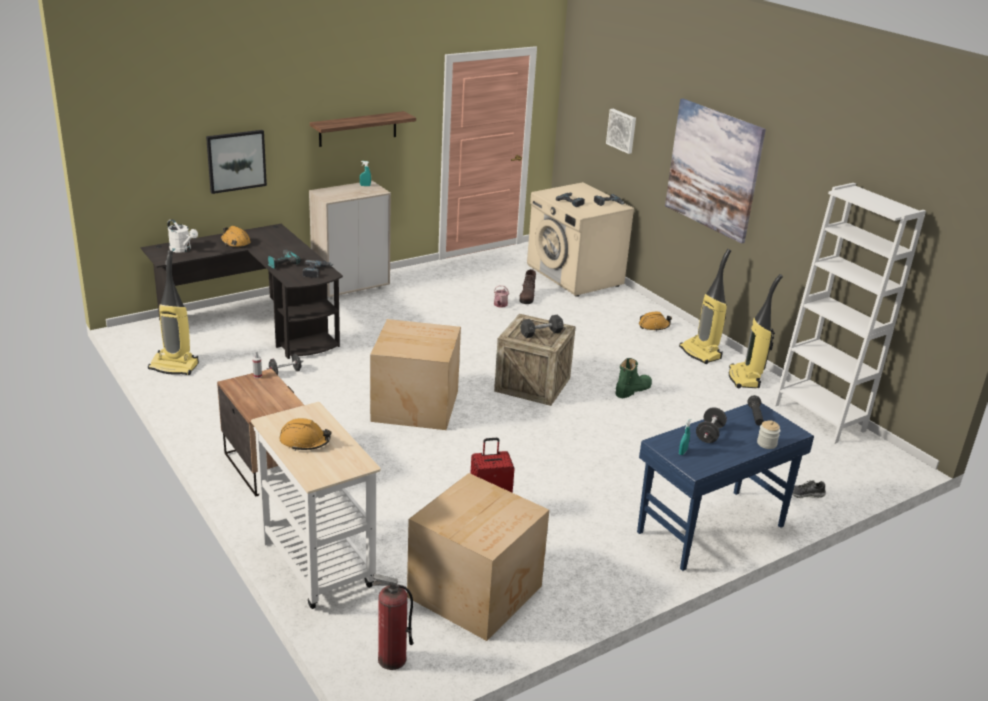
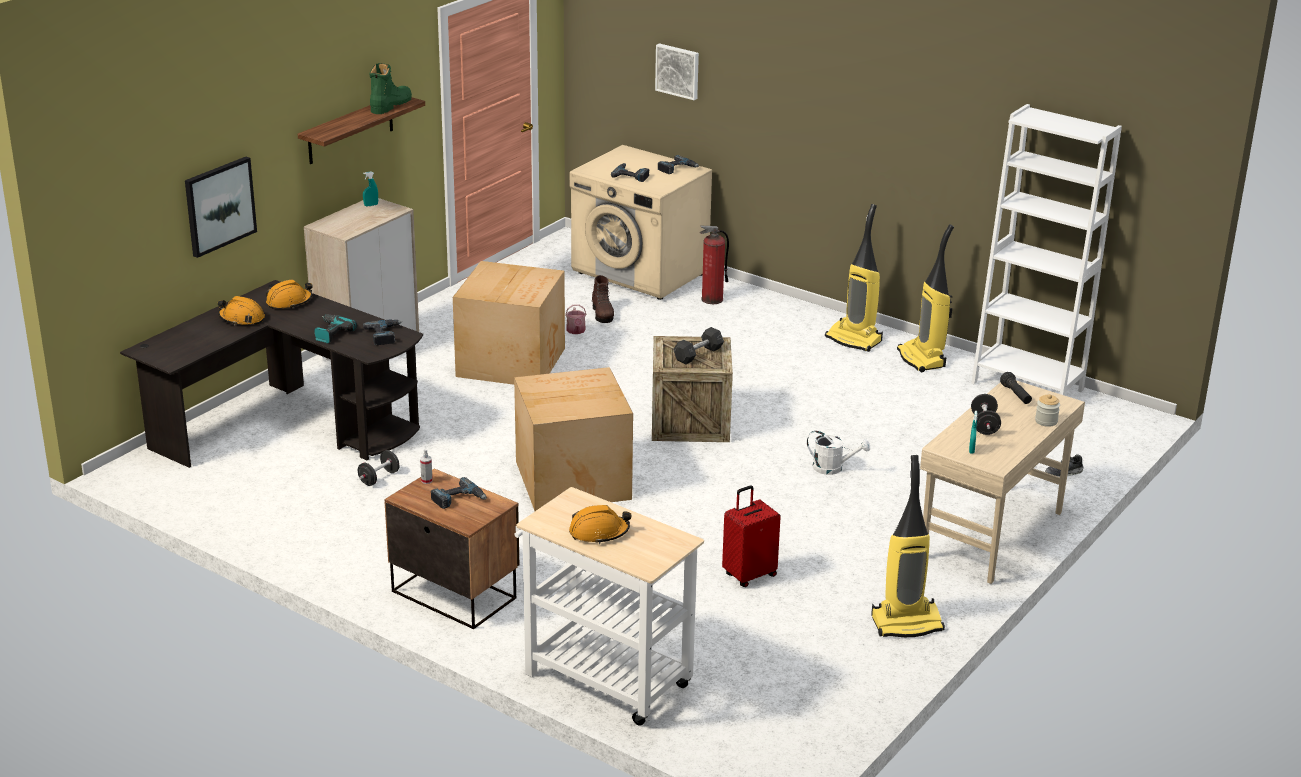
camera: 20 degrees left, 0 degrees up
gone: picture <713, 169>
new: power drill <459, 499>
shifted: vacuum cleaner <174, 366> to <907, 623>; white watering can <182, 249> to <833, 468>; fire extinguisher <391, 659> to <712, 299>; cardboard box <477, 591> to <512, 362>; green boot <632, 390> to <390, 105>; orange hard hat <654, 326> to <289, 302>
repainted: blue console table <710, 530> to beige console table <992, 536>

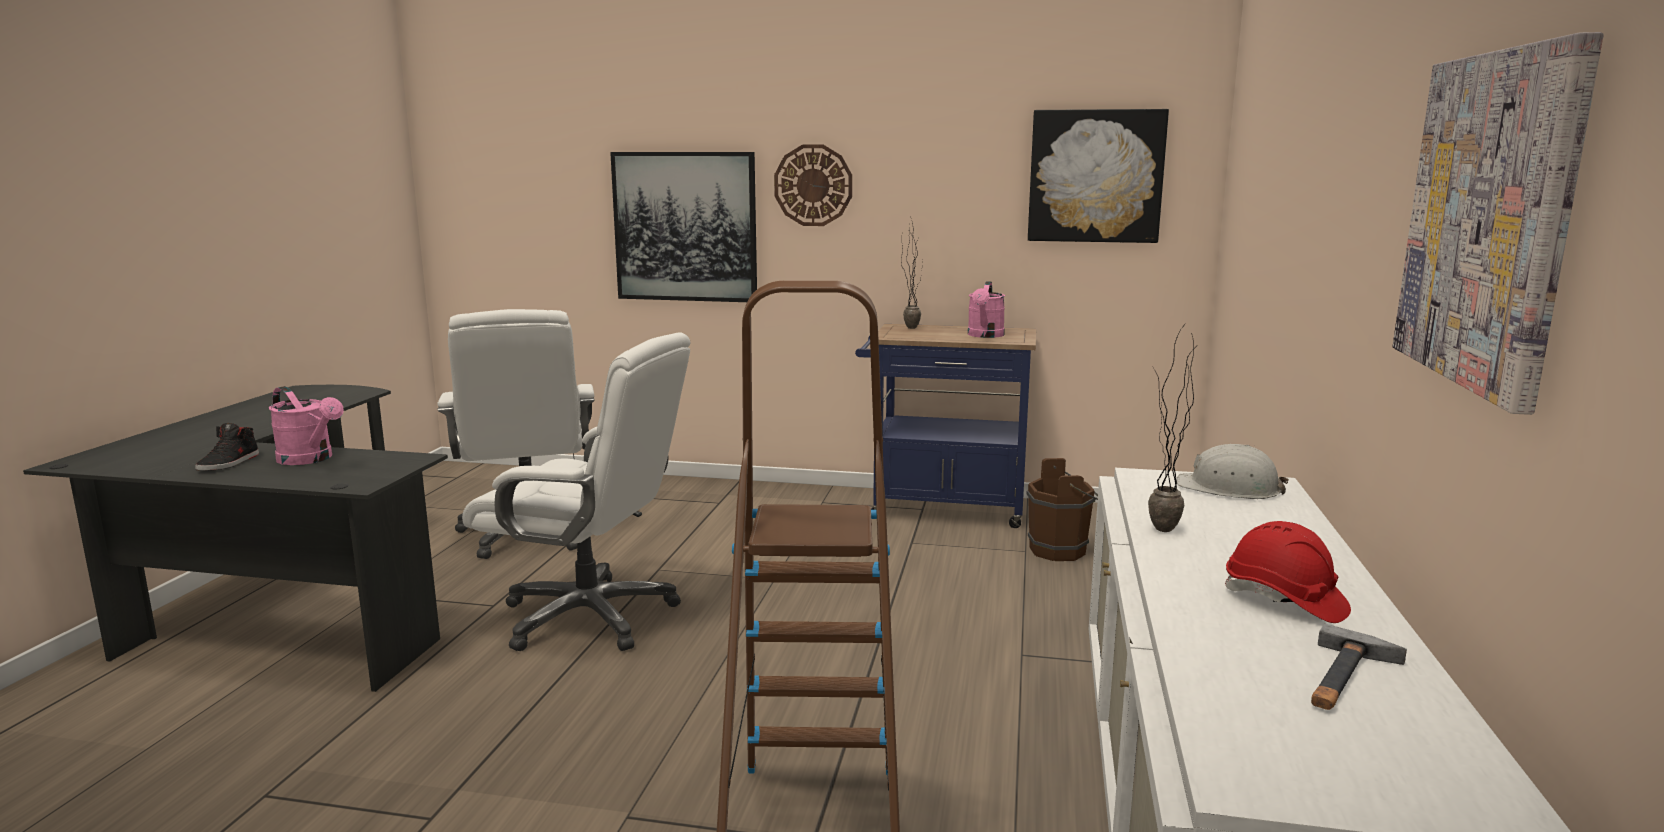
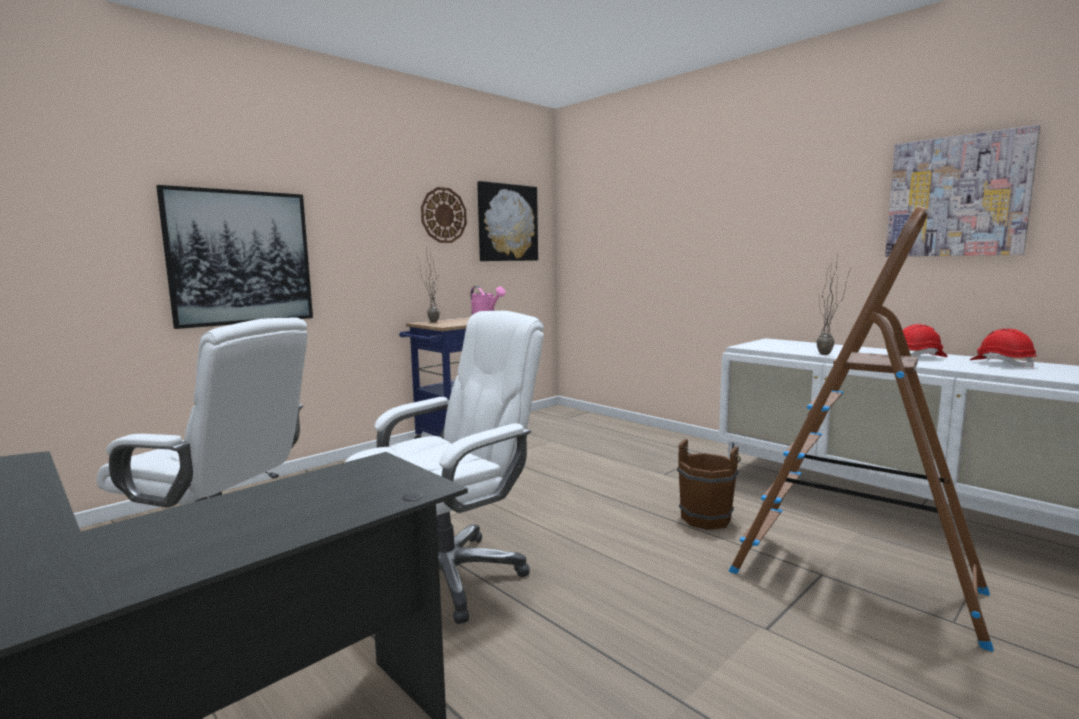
camera: 55 degrees left, 5 degrees down
gone: black shoe <229, 463>; pink watering can <310, 459>; white hard hat <1229, 488>
shifted: wall clock <813, 185> to <443, 215>; brown bucket <1062, 551> to <707, 517>
swapped: hammer <1345, 679> to red hard hat <1002, 364>

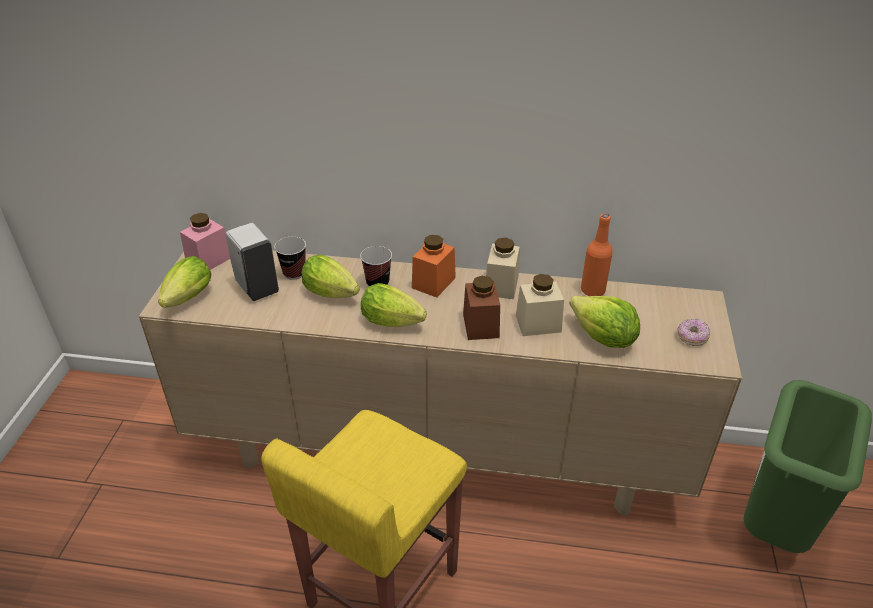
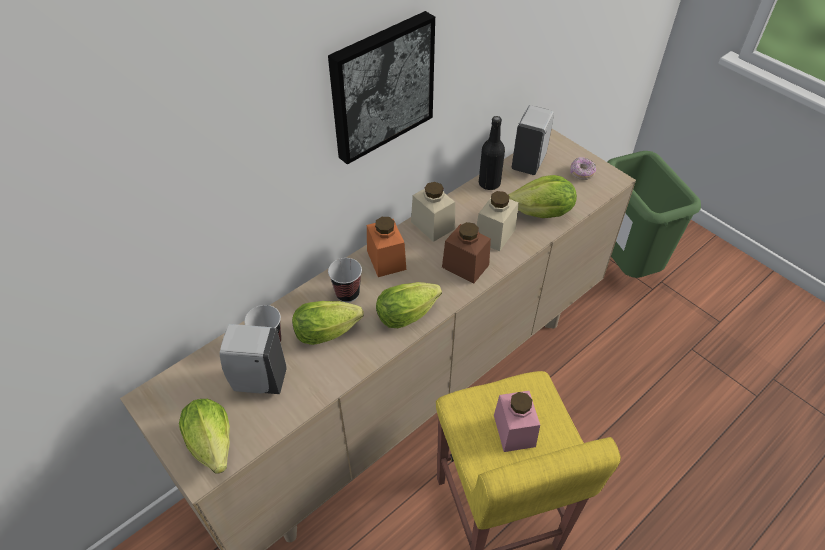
camera: 50 degrees left, 10 degrees up
new: picture <380, 86>; white soap dispenser <529, 162>
shifted: pink jar <209, 260> to <514, 430>
repainted: orange bottle <592, 290> to black bottle <489, 183>

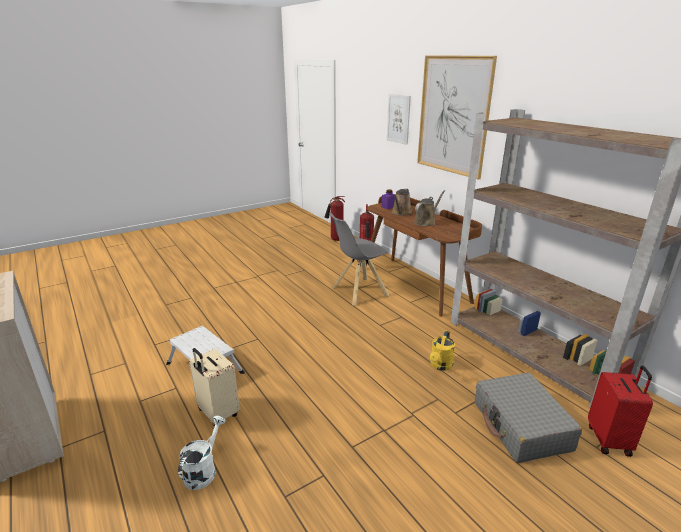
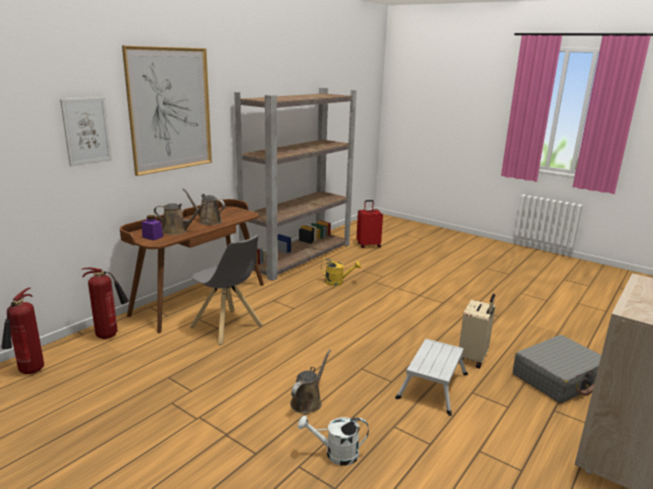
camera: 110 degrees left, 5 degrees down
new: brown watering can <308, 401>
shifted: white watering can <203, 470> to <335, 454>; grey suitcase <521, 426> to <558, 378>

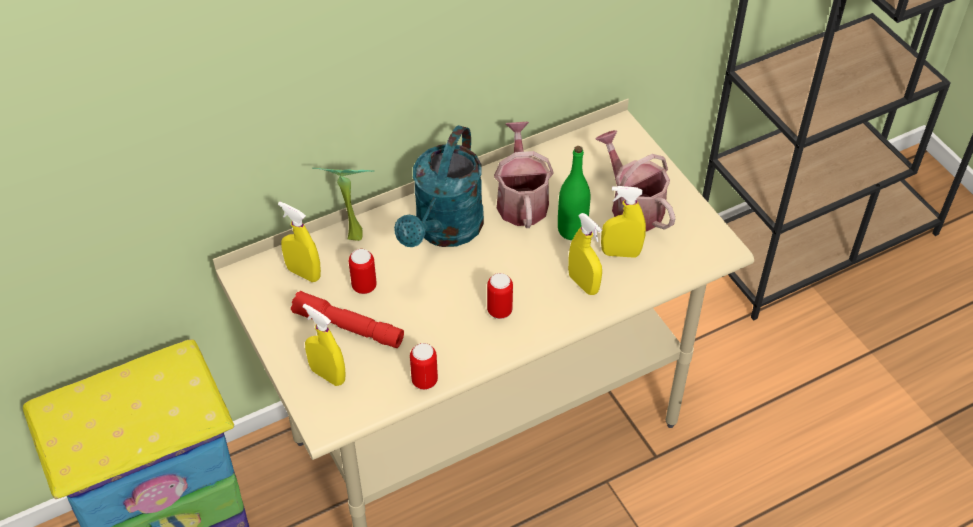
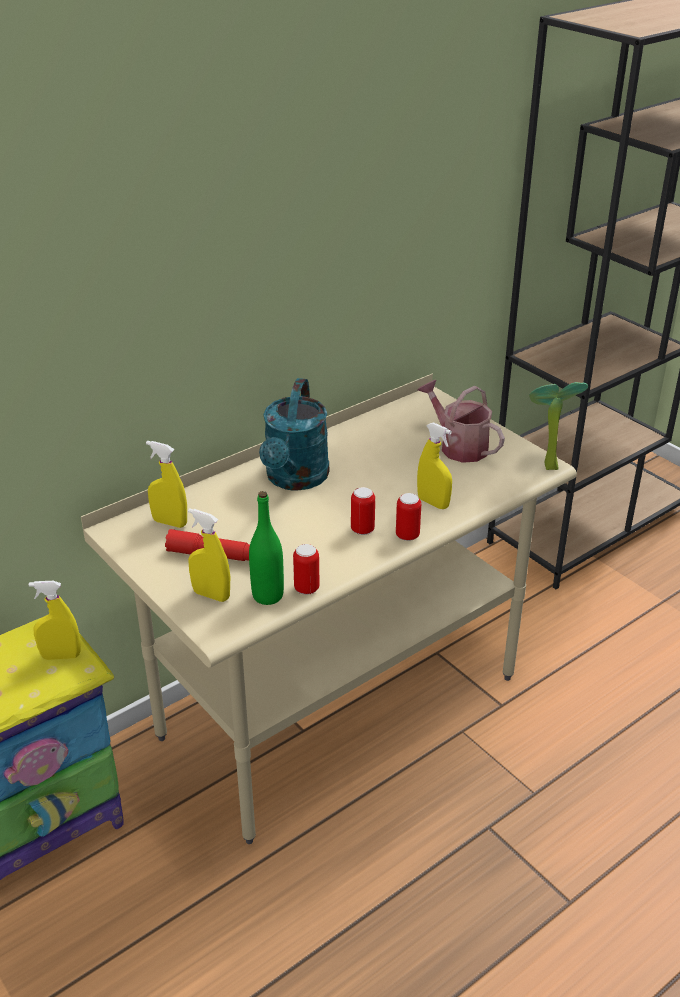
camera: 10 degrees left, 15 degrees down
gone: watering can <521, 199>
shifted: potted plant <352, 232> to <546, 465>; can <364, 286> to <407, 535>; green bottle <572, 230> to <268, 595>; yellow spray bottle <620, 253> to <61, 656>

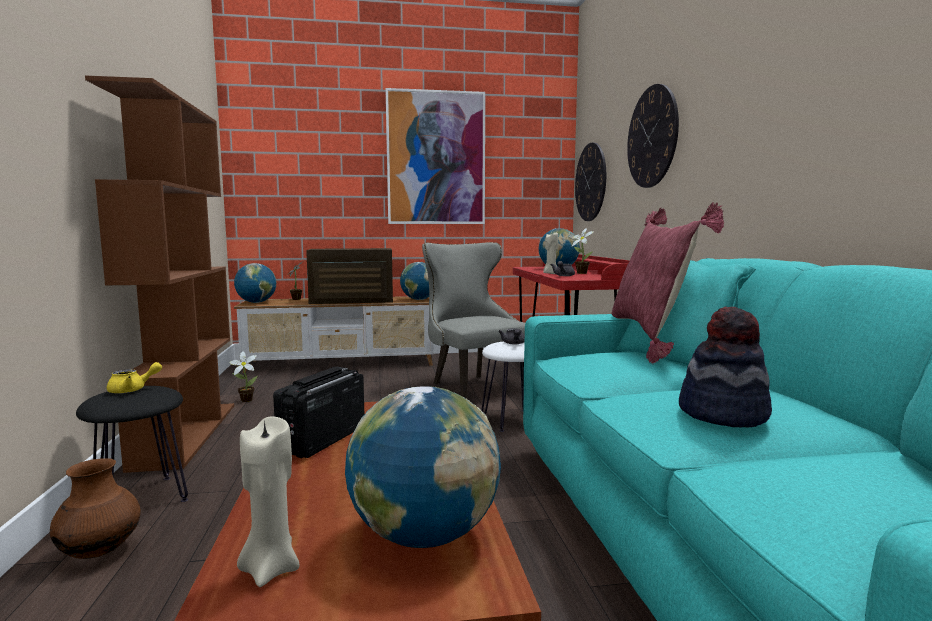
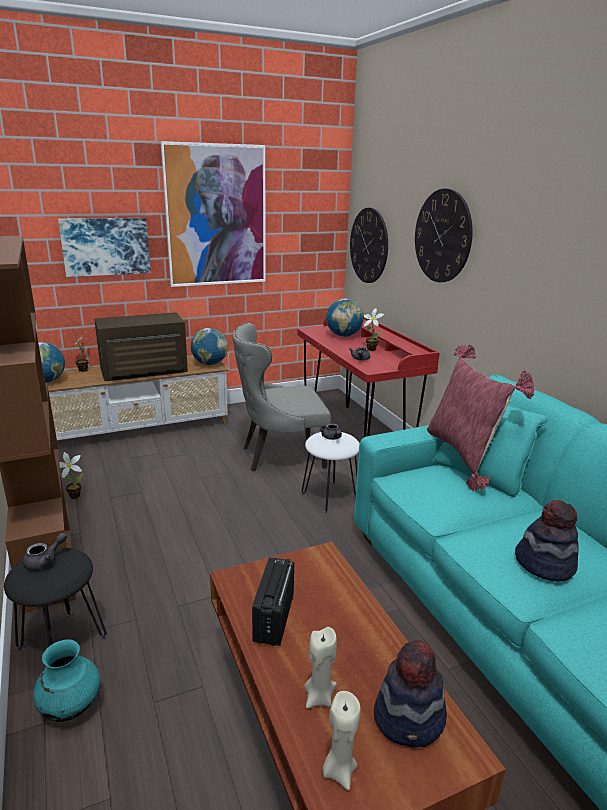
camera: 15 degrees left, 15 degrees up
new: picture <105, 246>
shifted: beige candle <550, 273> to <319, 697>
swapped: globe <424, 536> to hat <410, 718>
repainted: brown vase <100, 551> to turquoise vase <71, 707>; yellow teapot <132, 390> to grey teapot <45, 561>
rotated: grey chair <474, 388> = <279, 455> 60 degrees counterclockwise

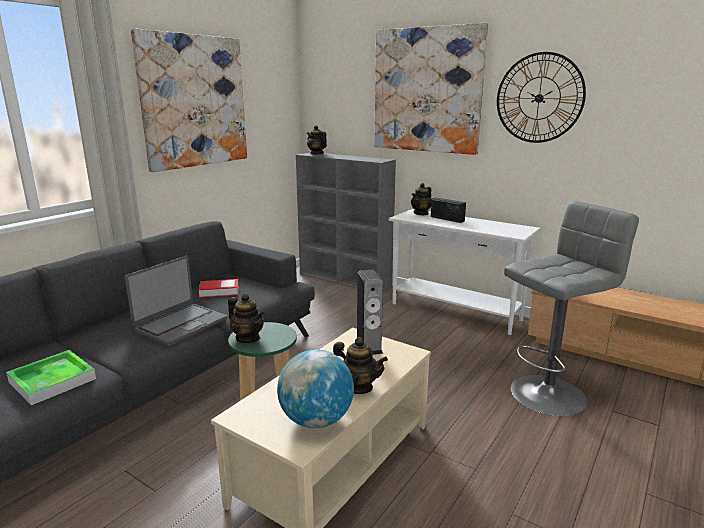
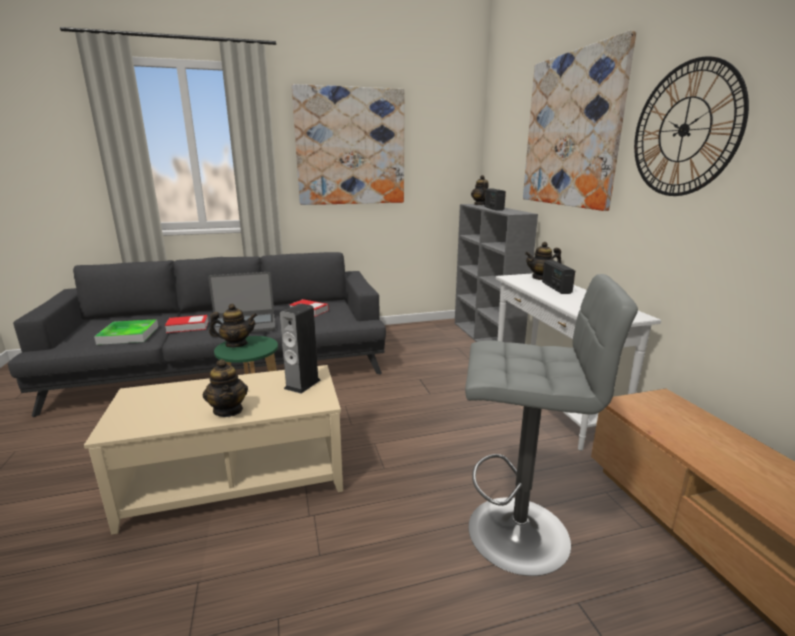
camera: 40 degrees right, 0 degrees up
gone: globe <316, 420>
new: book <188, 327>; radio <493, 208>
rotated: teapot <248, 338> = <236, 344> 90 degrees counterclockwise

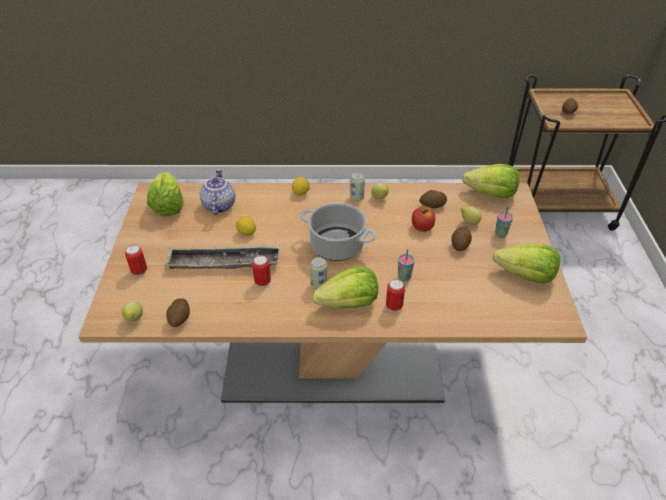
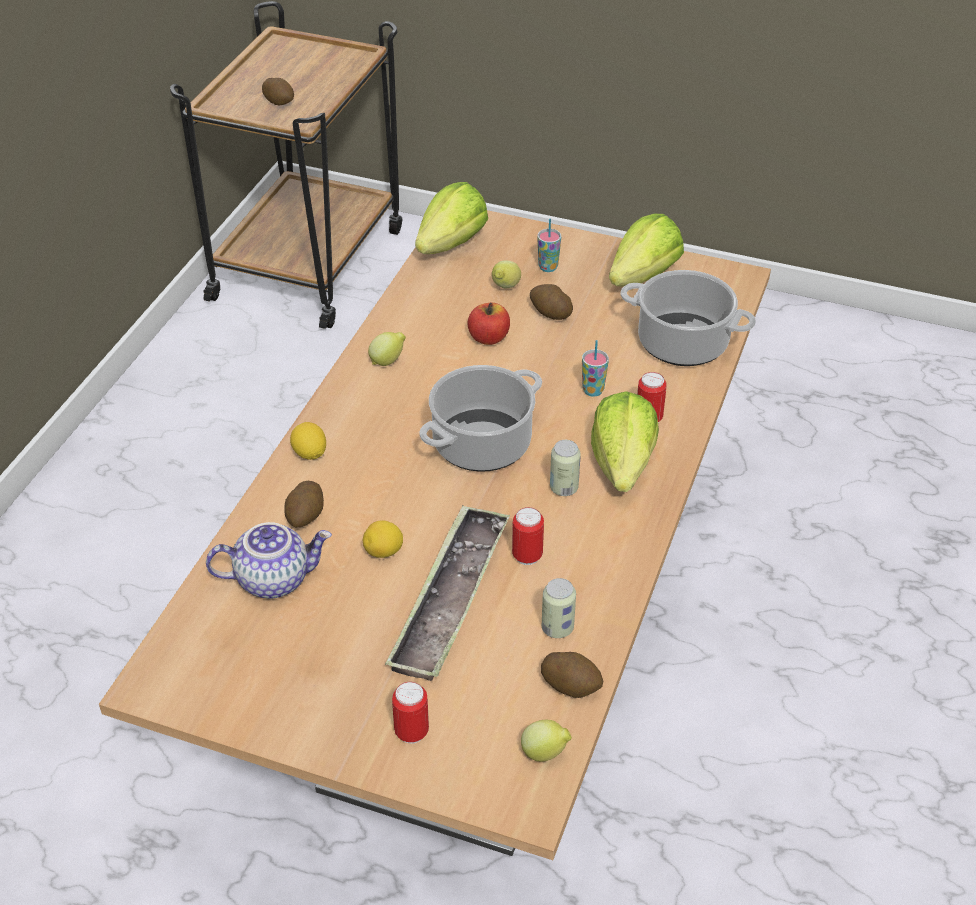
camera: 70 degrees left, 0 degrees up
gone: lettuce <168, 206>
new: cooking pot <684, 343>
shifted: can <356, 197> to <557, 628>; potato <432, 206> to <305, 516>
rotated: teapot <218, 205> = <274, 578> 150 degrees clockwise

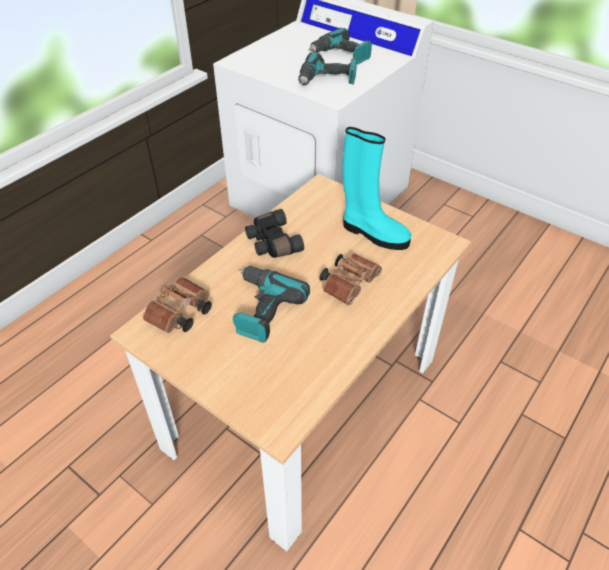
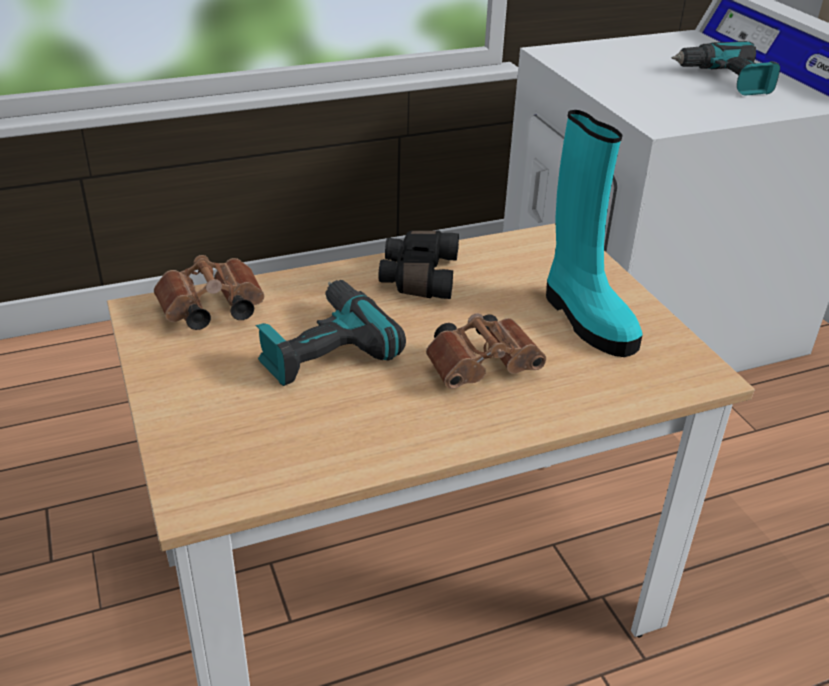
camera: 30 degrees right, 10 degrees down
gone: power drill <327, 80>

